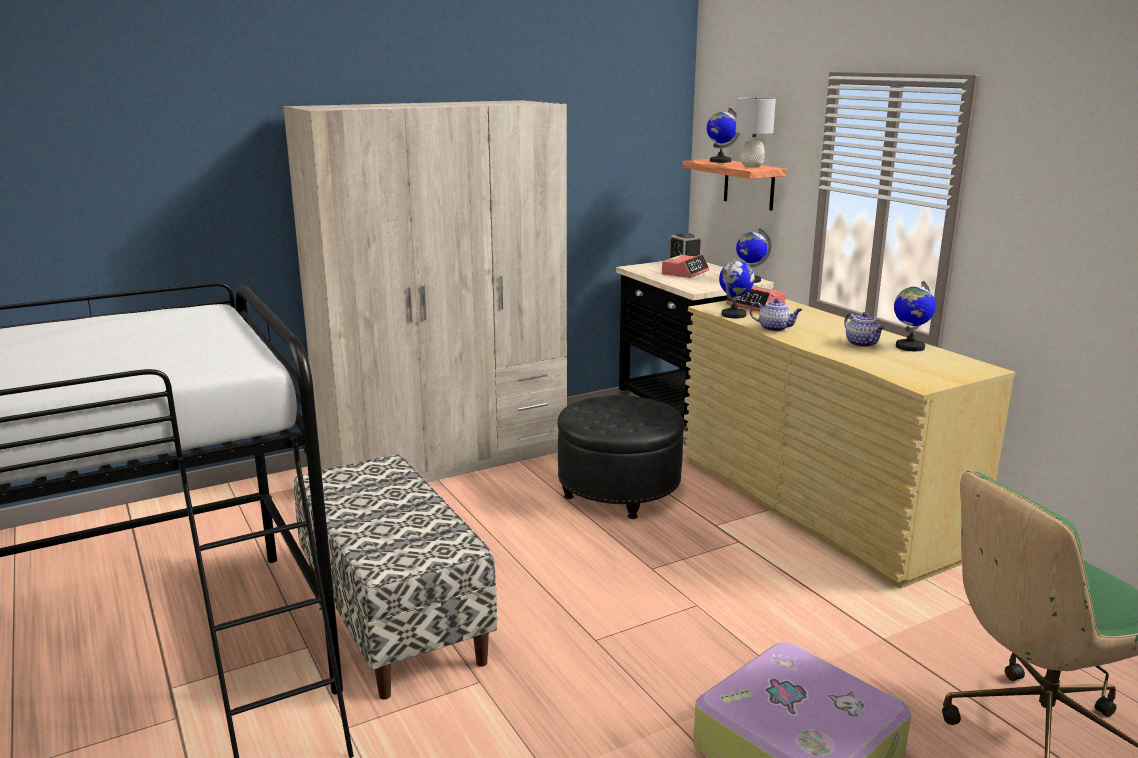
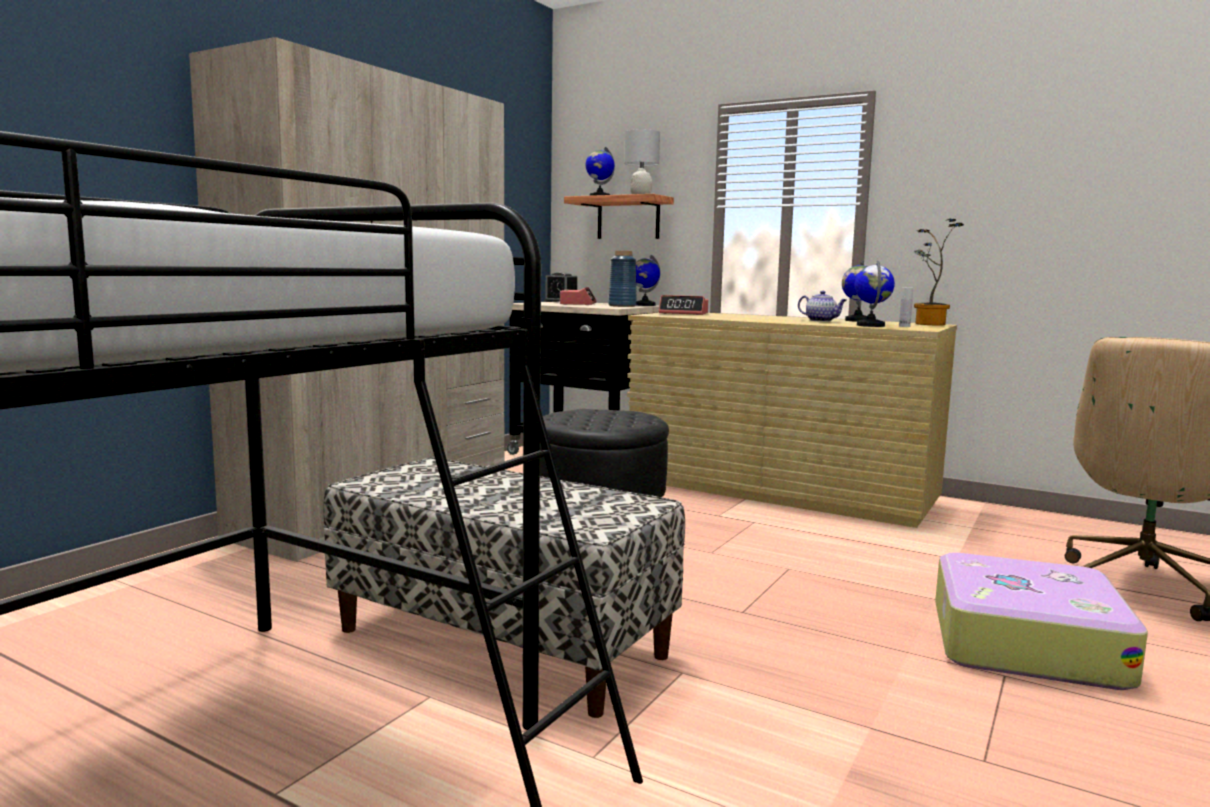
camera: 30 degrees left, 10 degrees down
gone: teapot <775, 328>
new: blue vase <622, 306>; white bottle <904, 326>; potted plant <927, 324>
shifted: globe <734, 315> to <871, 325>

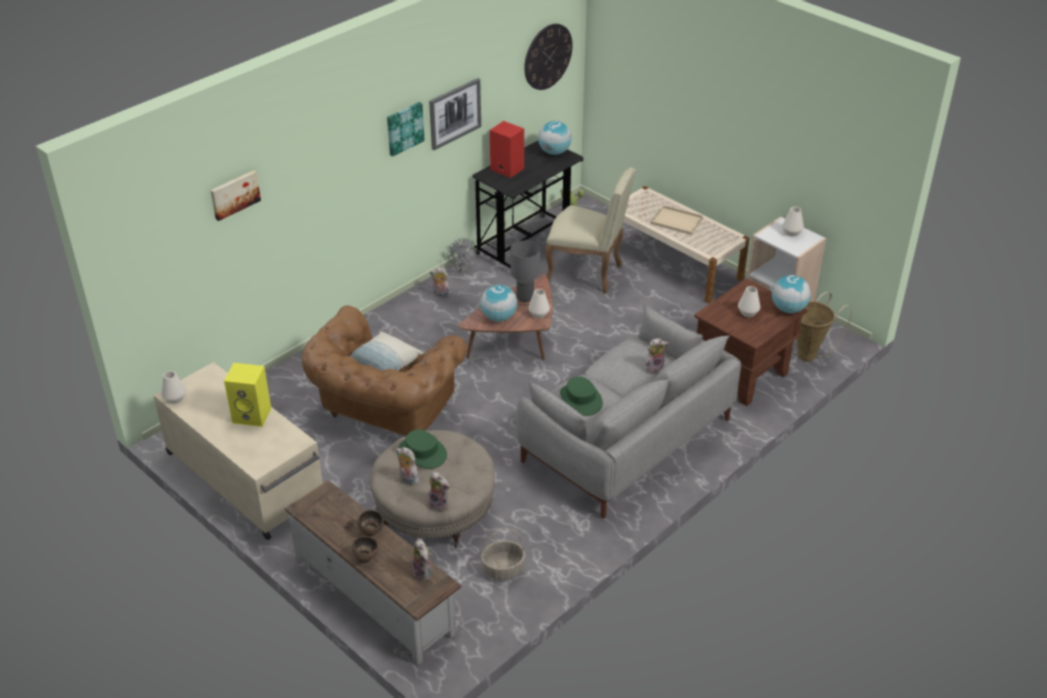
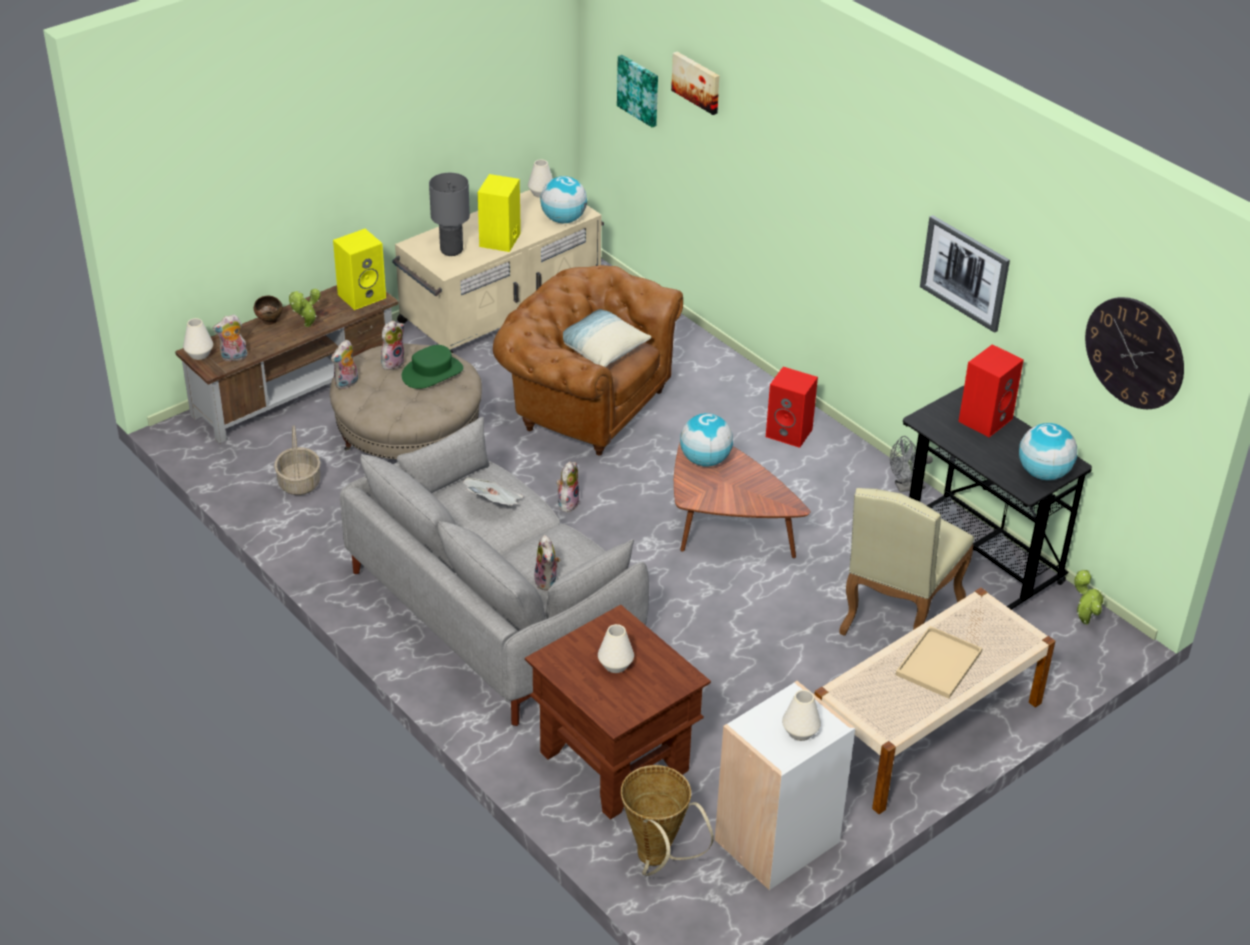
camera: 95 degrees right, 0 degrees up
new: yellow speaker <362, 295>; red speaker <790, 433>
shifted: picture <404, 128> to <639, 90>; plush toy <440, 295> to <567, 502>; grey table lamp <525, 298> to <452, 252>; white vase <539, 314> to <199, 354>; globe <788, 309> to <563, 219>
swapped: brown bowl <372, 532> to potted plant <306, 326>; green hat <580, 399> to newspaper <494, 503>

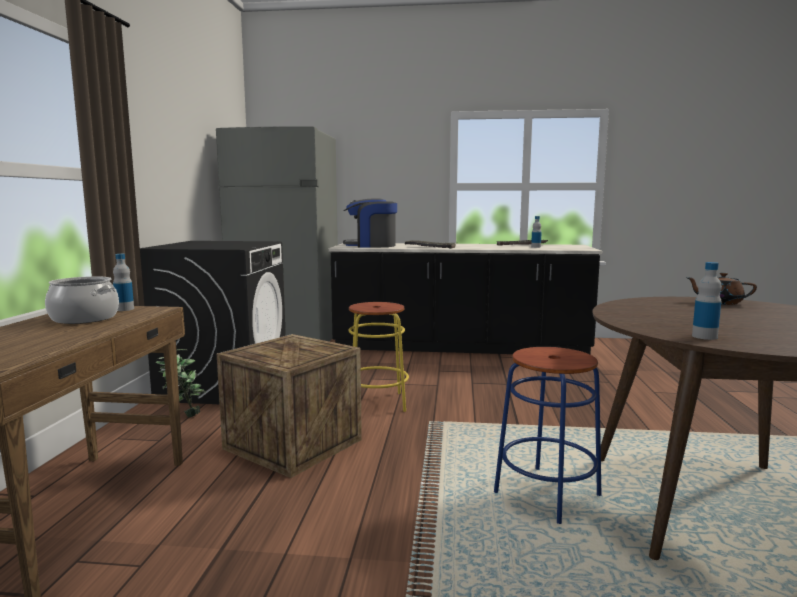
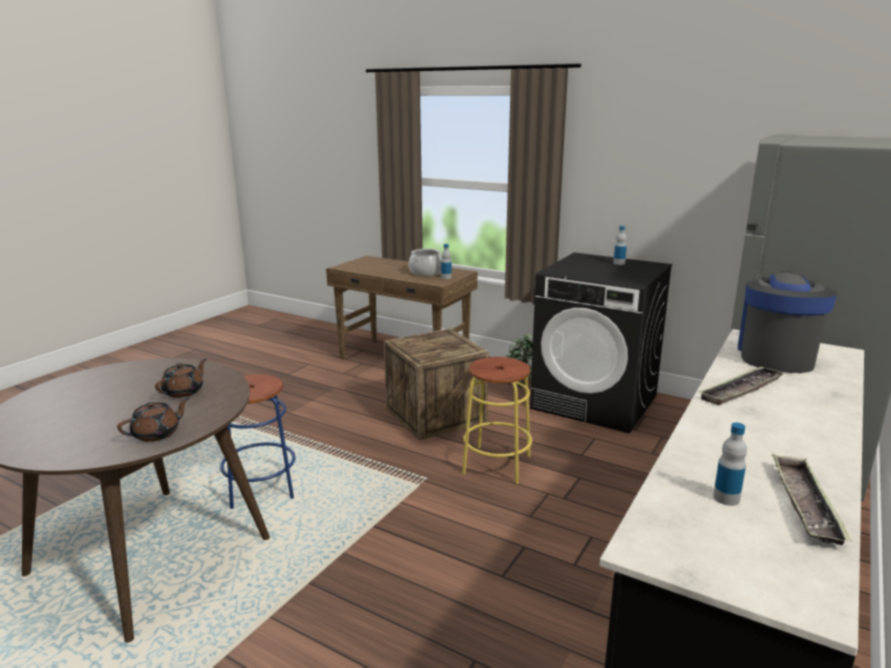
camera: 115 degrees right, 10 degrees up
new: brown teapot <184, 391>
shifted: bottle <704, 336> to <619, 263>

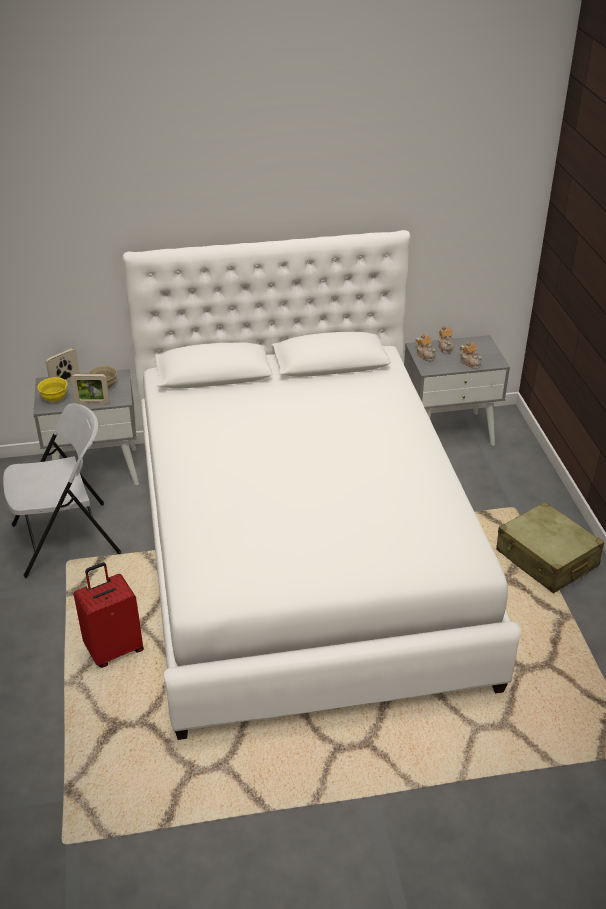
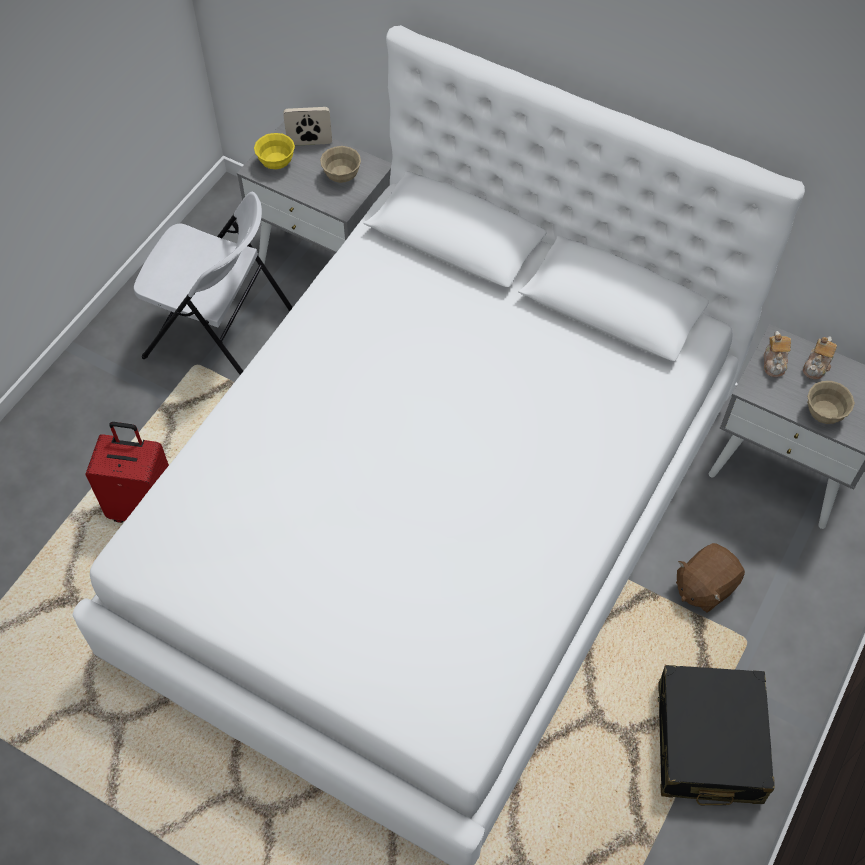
camera: 40 degrees right, 20 degrees up
gone: picture frame <92, 403>
new: brown plush toy <704, 586>
swapped: teapot <470, 362> to beige bowl <823, 414>
repainted: beige suitcase <546, 559> to black suitcase <708, 743>

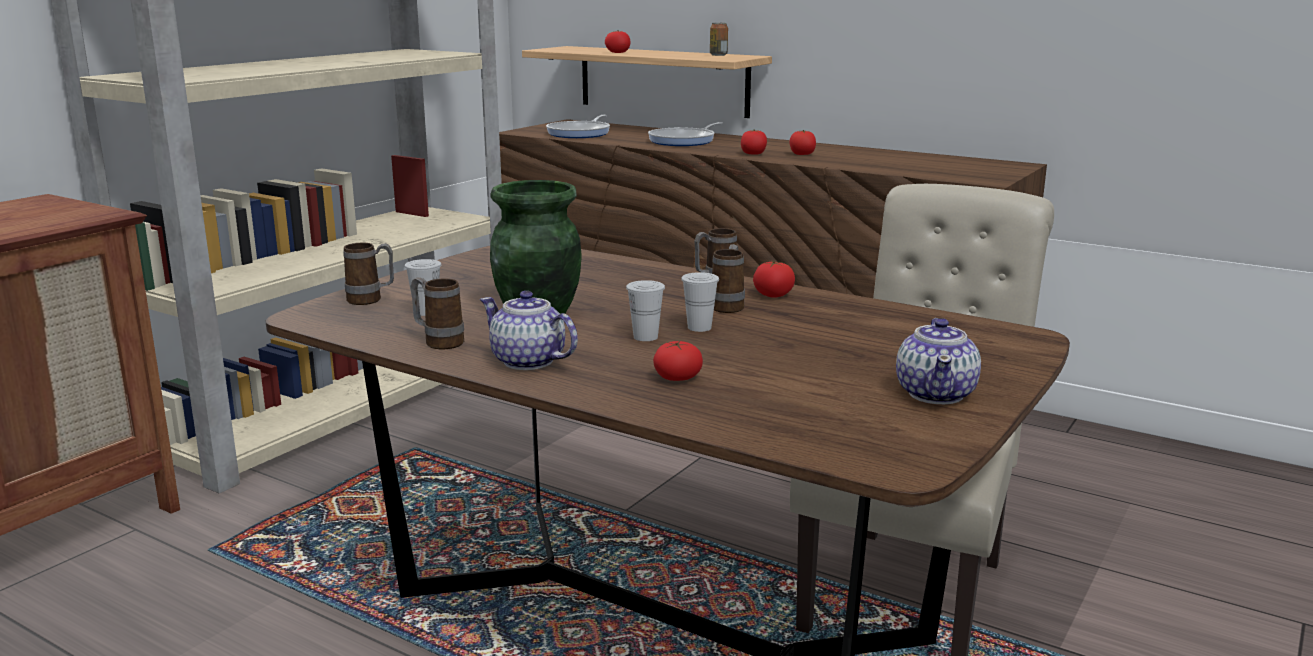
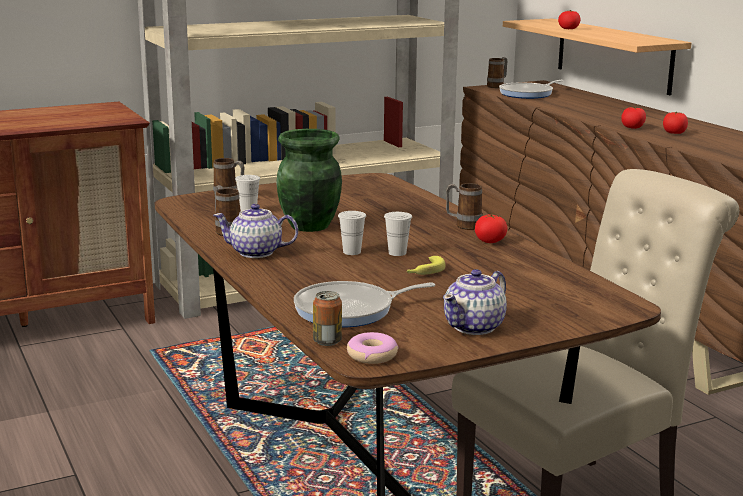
camera: 30 degrees right, 0 degrees up
gone: tomato <677, 378>
new: donut <372, 355>; banana <424, 271>
shifted: frying pan <684, 141> to <349, 310>; can <718, 55> to <327, 341>; mug <729, 306> to <497, 86>
rotated: teapot <528, 362> = <256, 252> 60 degrees counterclockwise

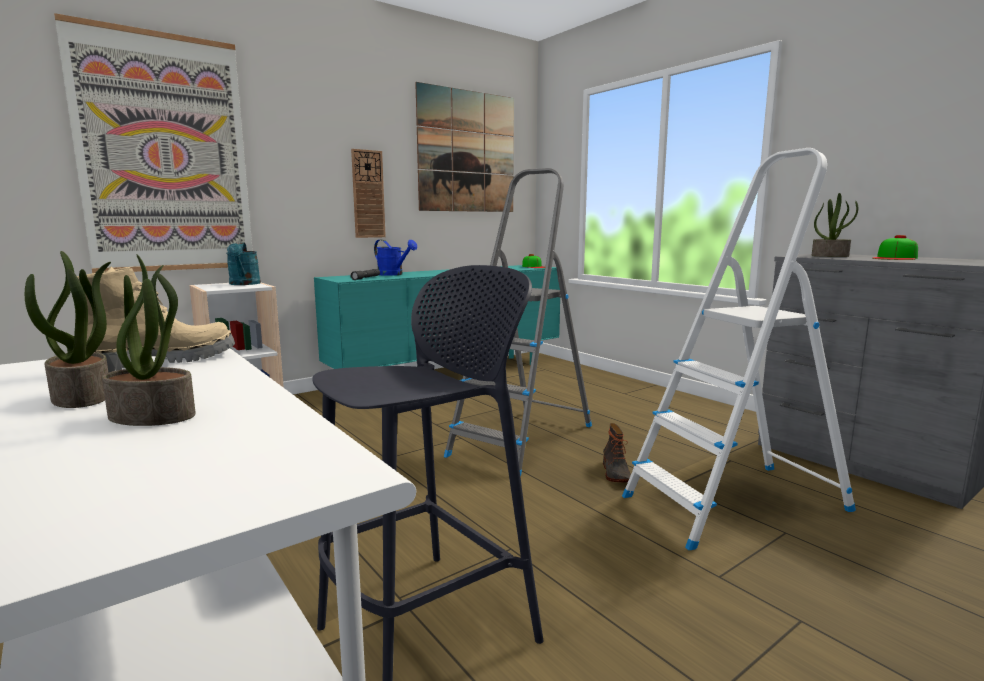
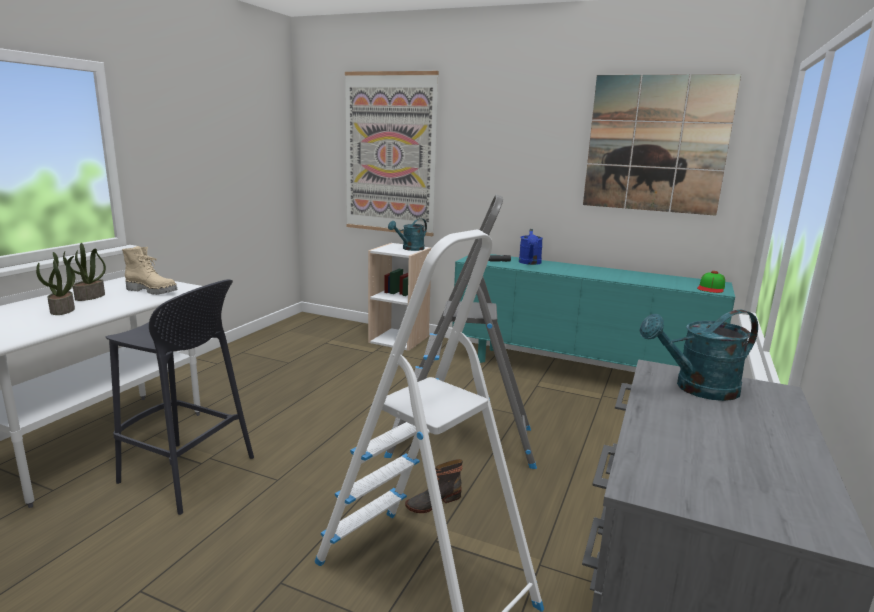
camera: 60 degrees right, 5 degrees up
gone: wall clock <368, 194>; cap <895, 258>
swapped: potted plant <830, 256> to turquoise watering can <697, 389>

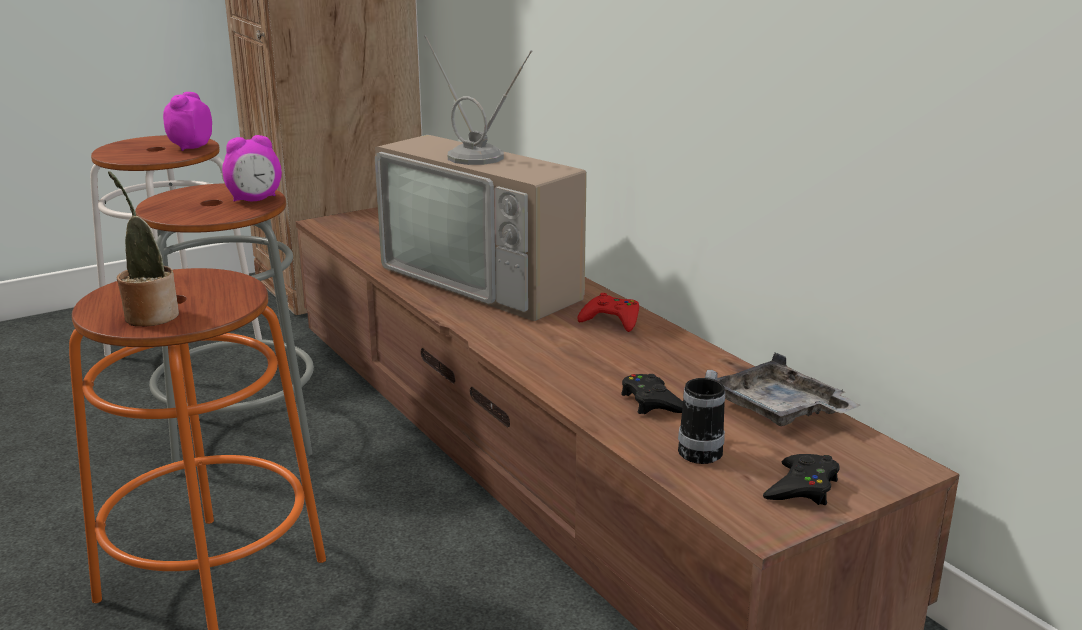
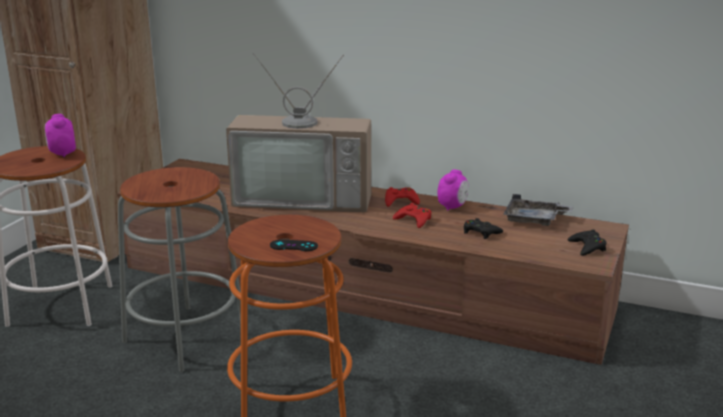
camera: 35 degrees left, 0 degrees up
gone: mug <702, 448>
new: red game controller <414, 220>
shifted: alarm clock <255, 200> to <452, 207>
swapped: potted plant <149, 315> to black game controller <293, 246>

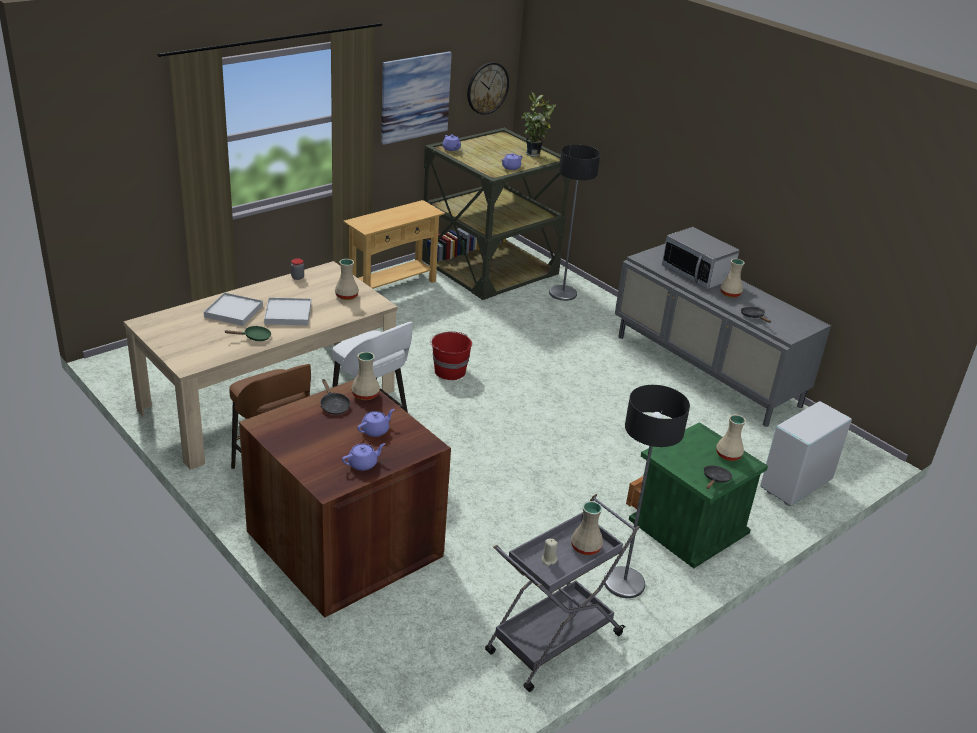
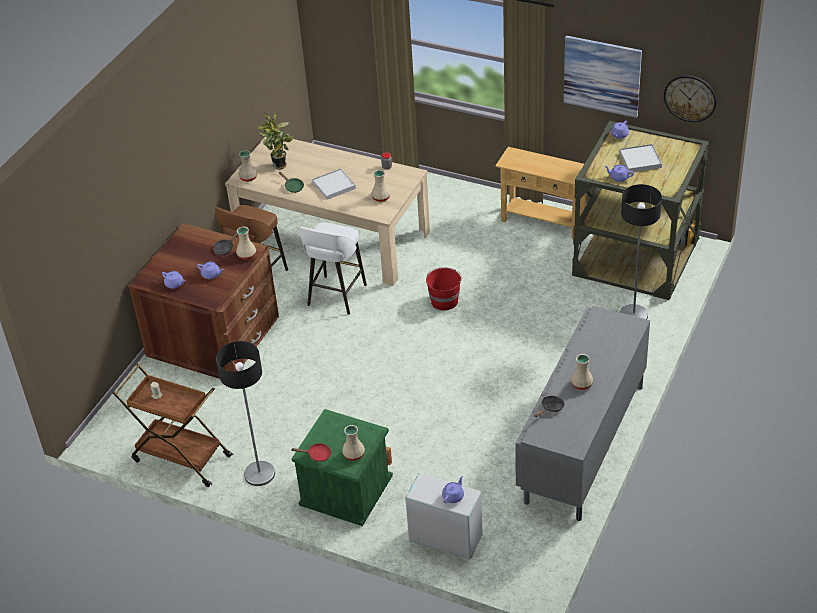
camera: 70 degrees right, 10 degrees up
gone: microwave <697, 274>
new: purple teapot <453, 496>
shifted: white tray <233, 311> to <640, 160>; potted plant <534, 154> to <280, 166>; beige vase <586, 548> to <248, 178>
repainted: grey cart <553, 643> to brown cart <181, 458>; black frying pan <715, 479> to red frying pan <317, 455>

